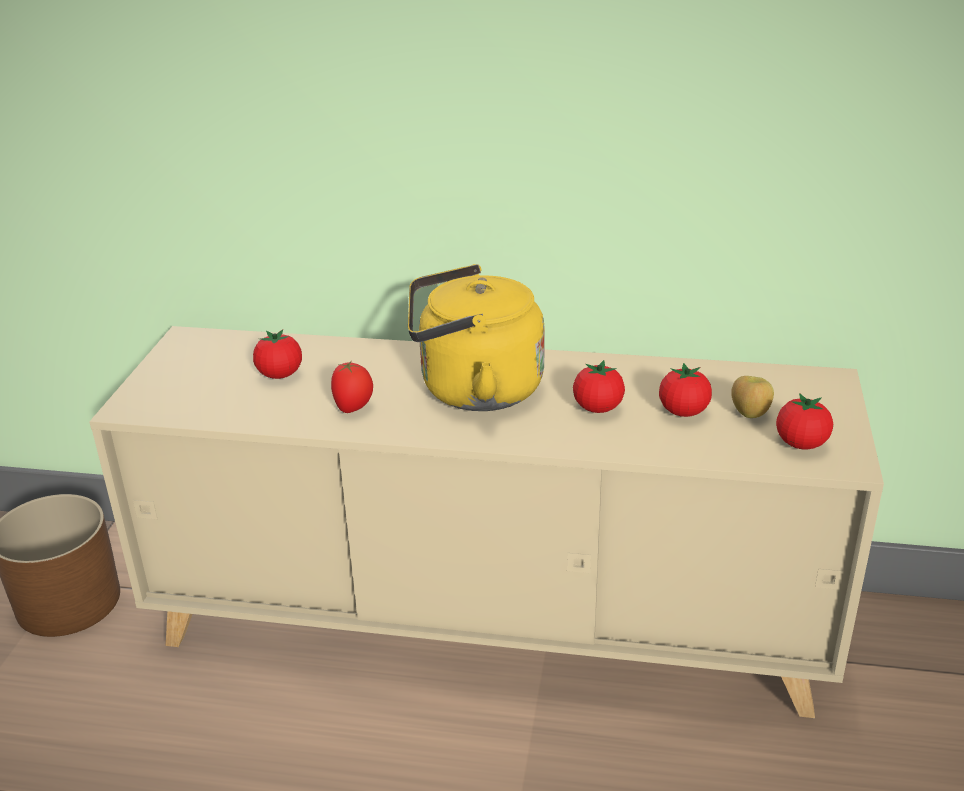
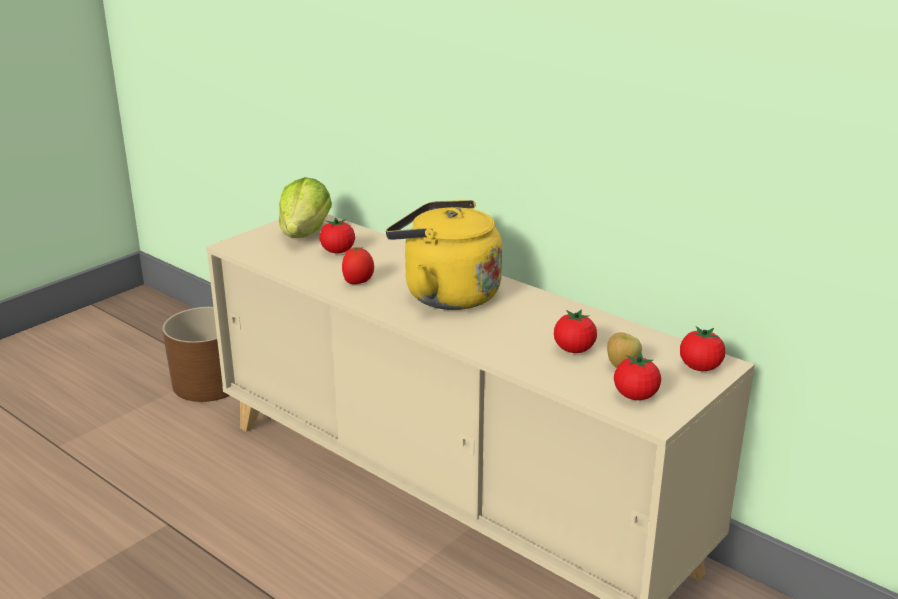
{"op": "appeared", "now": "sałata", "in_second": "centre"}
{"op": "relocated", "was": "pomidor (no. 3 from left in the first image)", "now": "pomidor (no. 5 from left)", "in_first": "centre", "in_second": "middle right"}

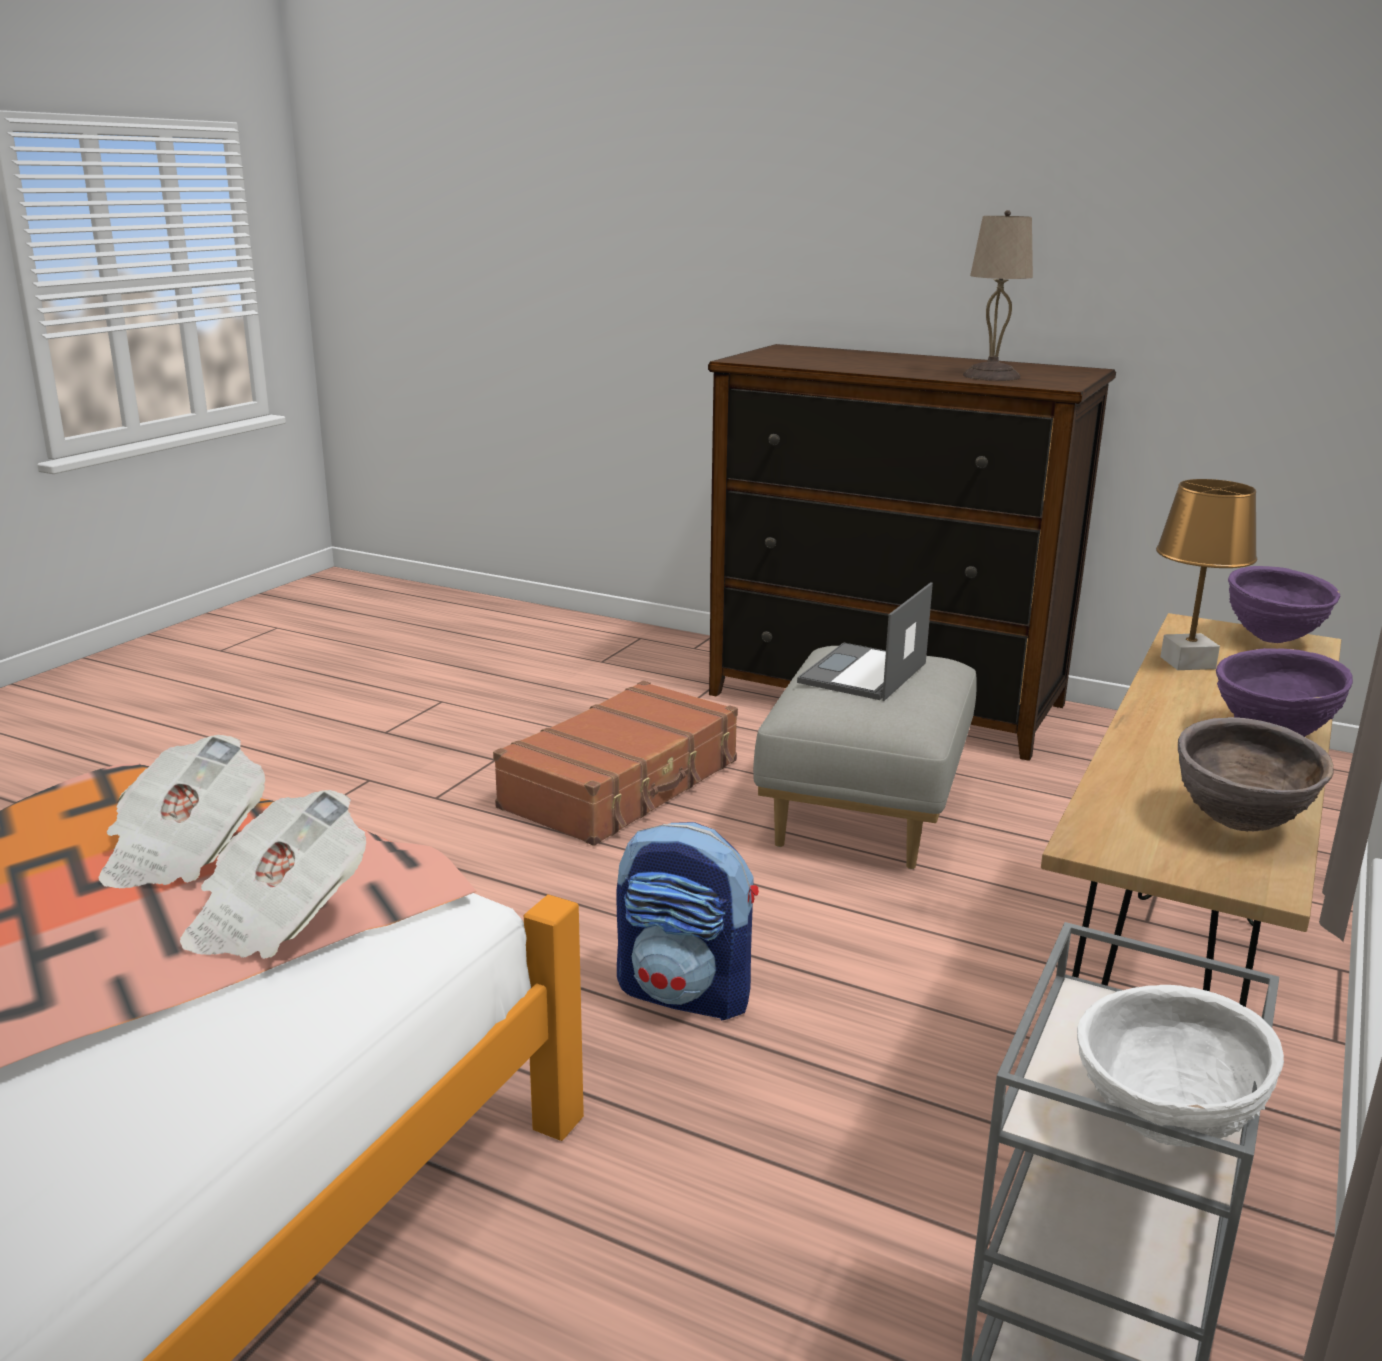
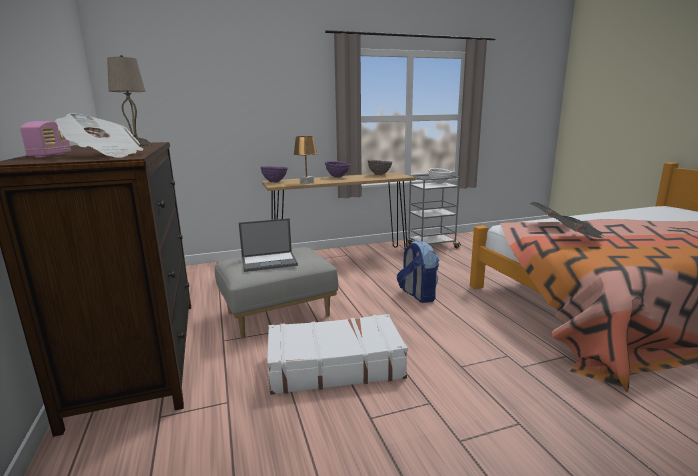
{"op": "appeared", "now": "radio", "in_second": "top left"}
{"op": "appeared", "now": "gazeta (no. 1 from left)", "in_second": "top left"}
{"op": "colour", "was": "walizka/brązowy", "now": "walizka/biały", "in_first": "centre", "in_second": "bottom centre"}

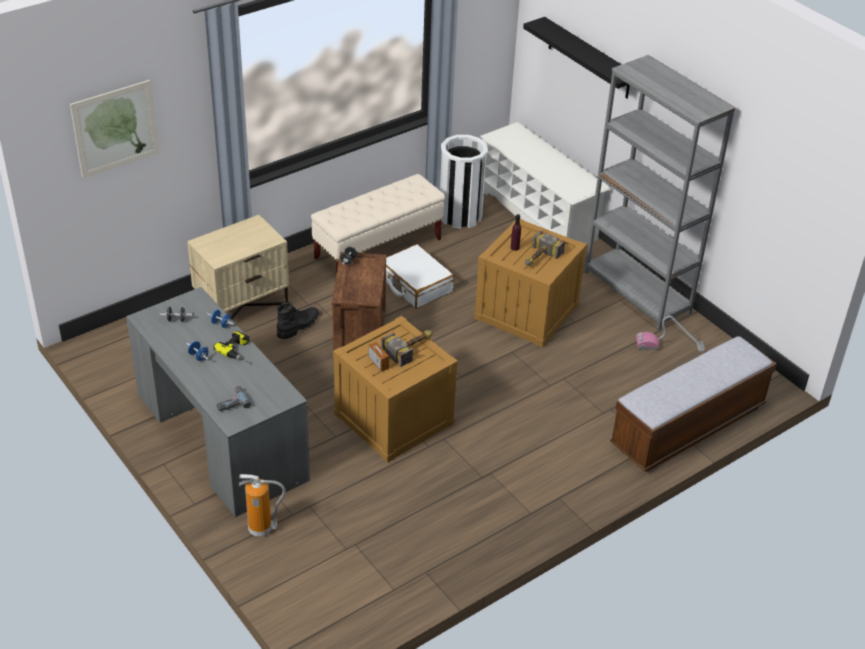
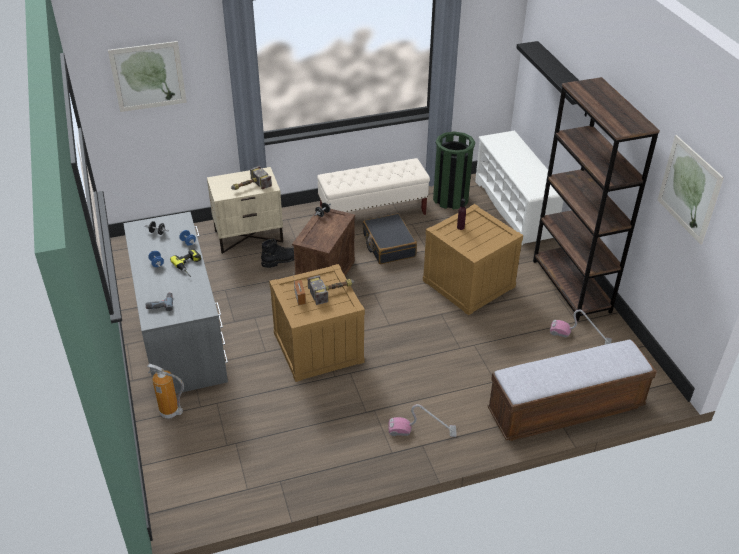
{"op": "appeared", "now": "odkurzacz (no. 1 from left)", "in_second": "bottom centre"}
{"op": "appeared", "now": "obraz (no. 2 from left)", "in_second": "middle right"}
{"op": "relocated", "was": "młotek (no. 2 from left in the first image)", "now": "młotek (no. 1 from left)", "in_first": "centre", "in_second": "top centre"}
{"op": "colour", "was": "walizka/biały", "now": "walizka/czarny", "in_first": "centre", "in_second": "centre"}
{"op": "colour", "was": "kosz na śmieci/biały", "now": "kosz na śmieci/zielony", "in_first": "top centre", "in_second": "top centre"}
{"op": "colour", "was": "regał/szary", "now": "regał/brązowy", "in_first": "top right", "in_second": "middle right"}

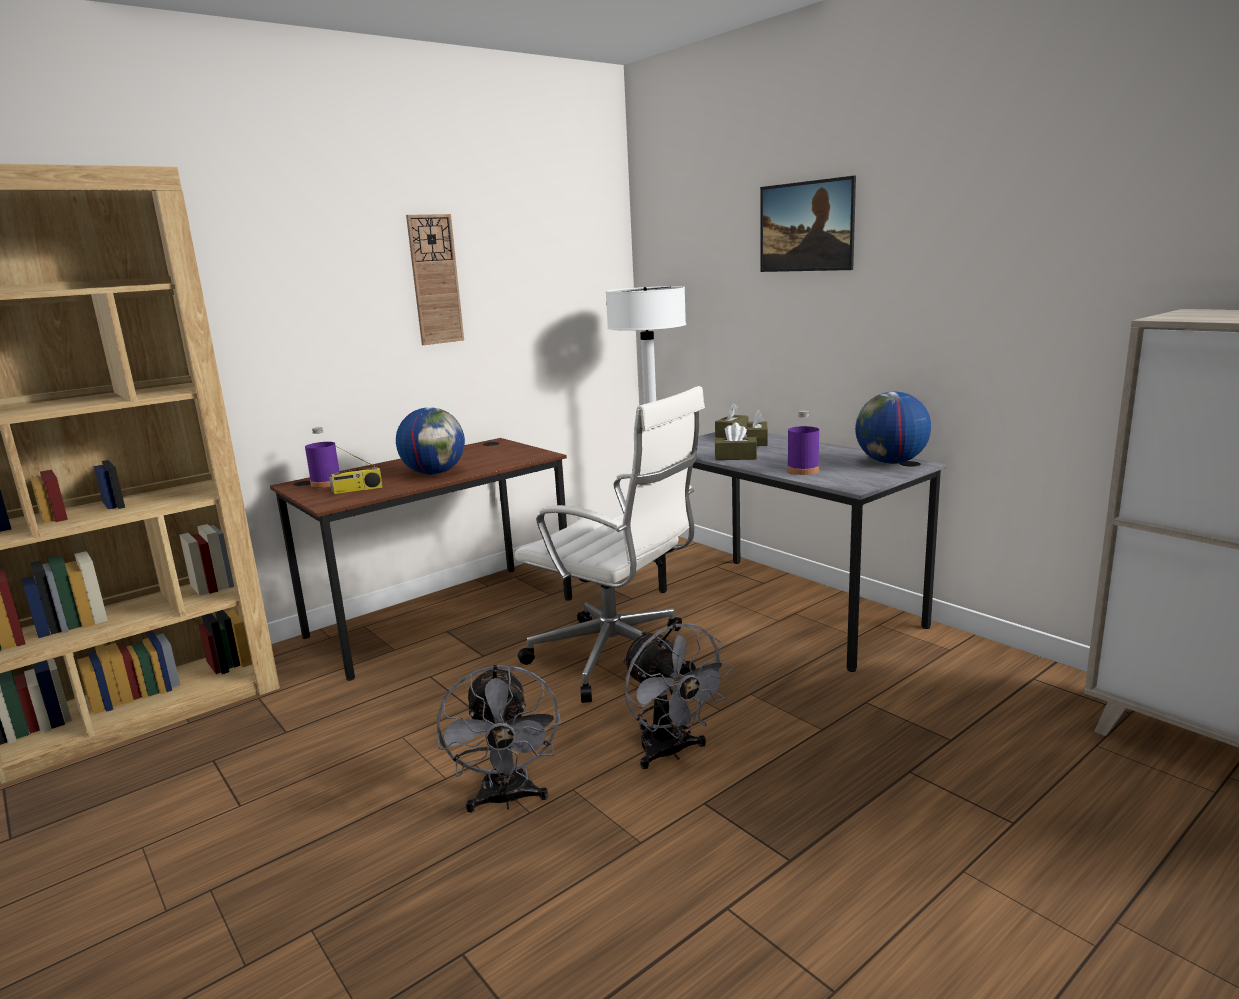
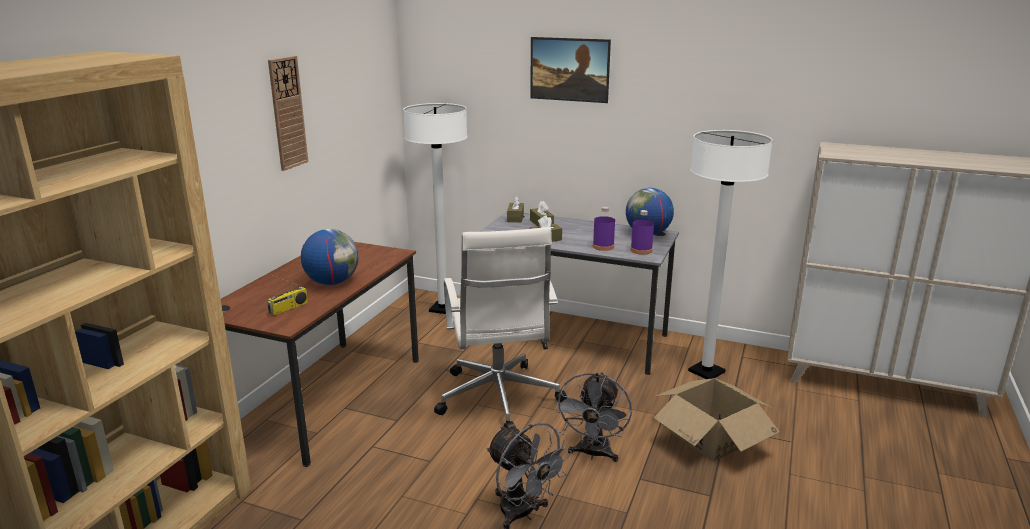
{"op": "appeared", "now": "karton", "in_second": "bottom right"}
{"op": "appeared", "now": "lampa stojąca/biały (no. 2 from left)", "in_second": "middle right"}
{"op": "relocated", "was": "butelka/fioletowy (no. 1 from left in the first image)", "now": "butelka/fioletowy (no. 2 from left)", "in_first": "middle left", "in_second": "centre"}
{"op": "spun", "was": "krzesło biurowe/biały", "in_first": "centre", "in_second": "centre", "clockwise": 75}
{"op": "spun", "was": "wentylator/szary (no. 2 from left)", "in_first": "bottom centre", "in_second": "bottom centre", "clockwise": 75}

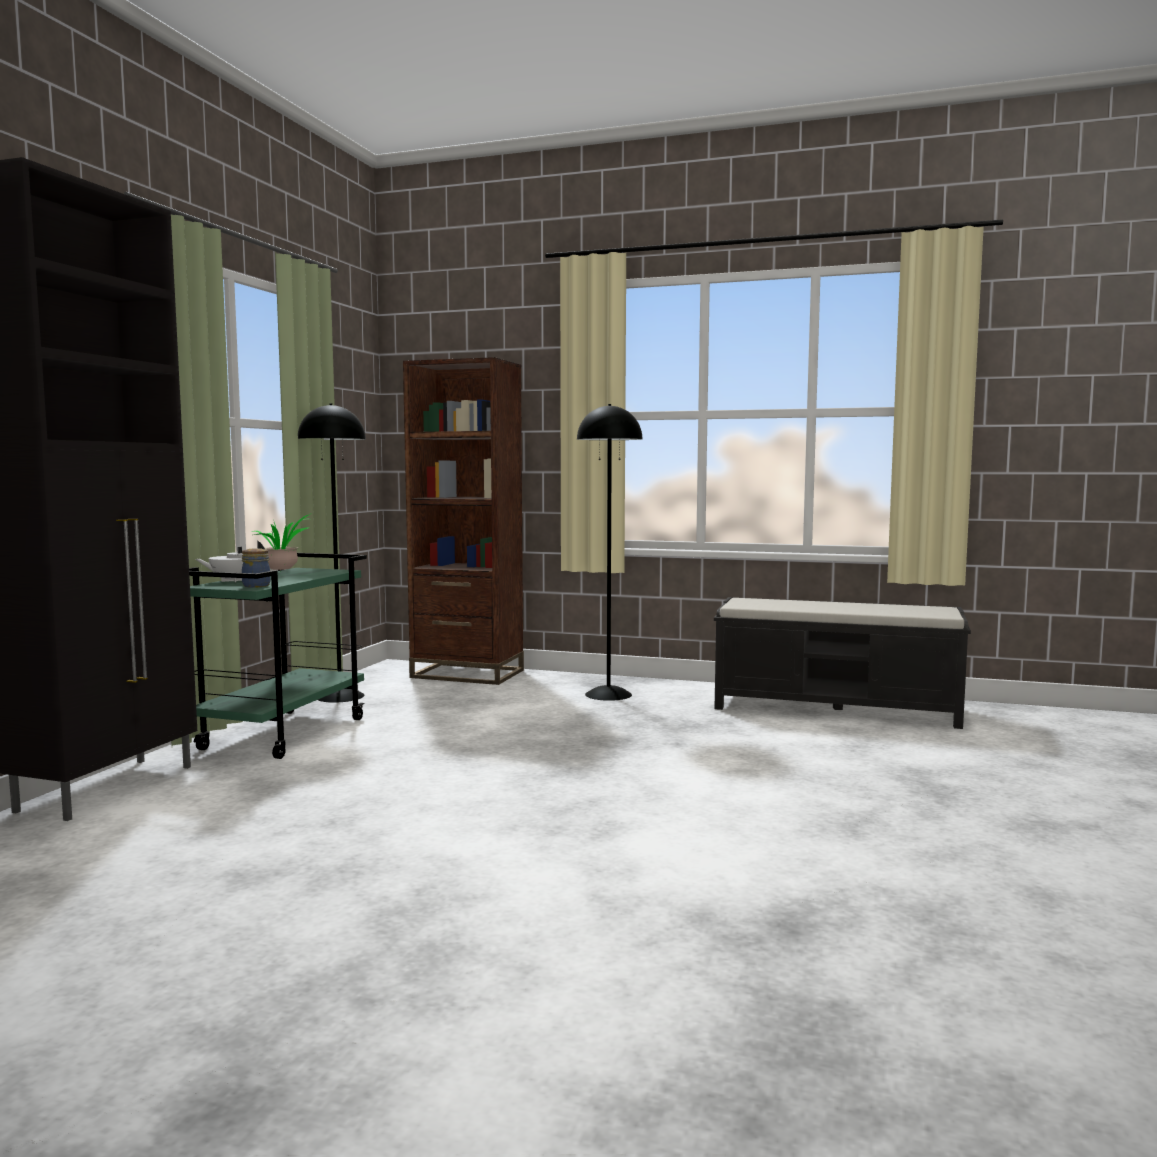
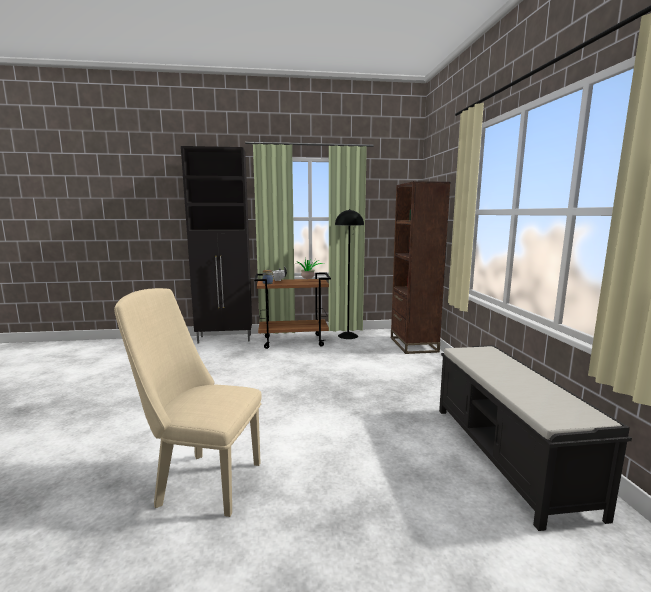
{"op": "missing", "was": "lampa stojąca/czarny (no. 2 from left)", "in_first": "centre"}
{"op": "appeared", "now": "krzesło/beżowy", "in_second": "bottom left"}
{"op": "colour", "was": "wózek/zielony", "now": "wózek/brązowy", "in_first": "middle left", "in_second": "centre"}

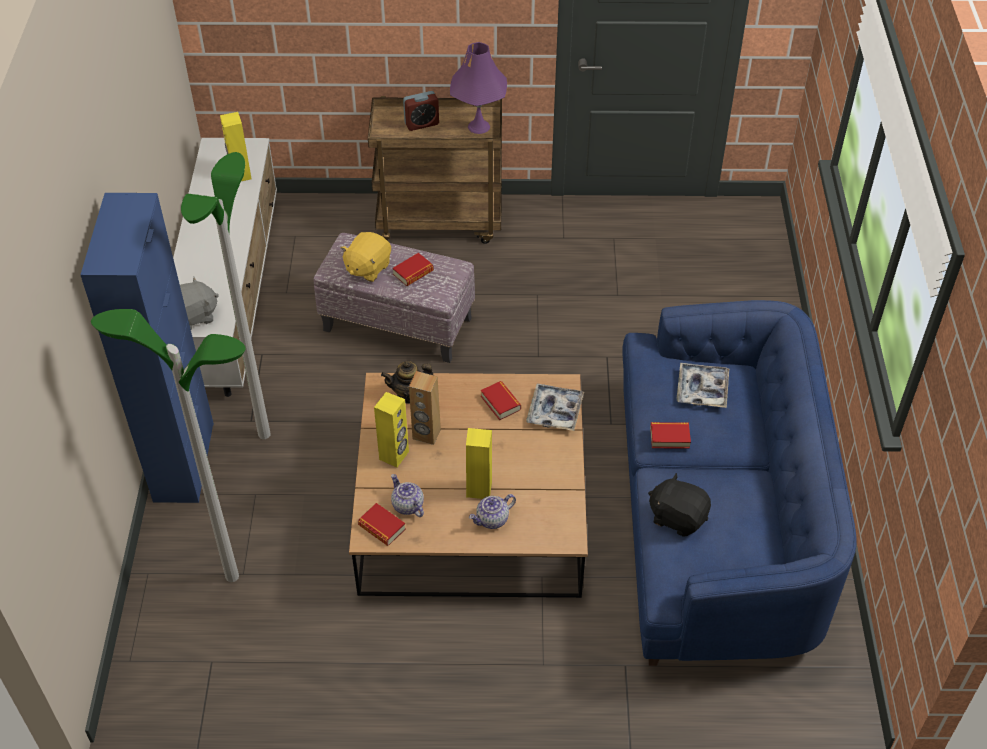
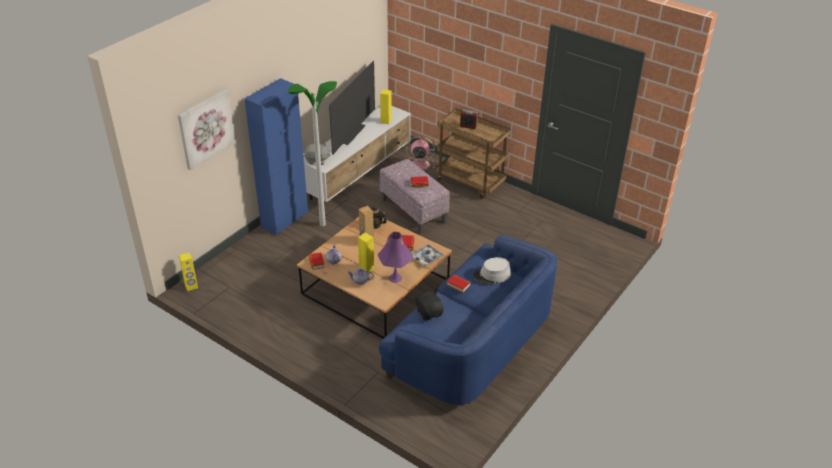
{"op": "missing", "was": "lampa stojąca (no. 1 from left)", "in_first": "middle left"}
{"op": "missing", "was": "pluszak/żółty", "in_first": "centre"}
{"op": "appeared", "now": "obraz", "in_second": "top left"}
{"op": "appeared", "now": "telewizor", "in_second": "top centre"}
{"op": "appeared", "now": "wentylator/różowy", "in_second": "top centre"}
{"op": "relocated", "was": "głośnik/żółty (no. 2 from left in the first image)", "now": "głośnik/żółty (no. 1 from left)", "in_first": "centre", "in_second": "middle left"}
{"op": "relocated", "was": "lampa stołowa/fioletowy", "in_first": "top centre", "in_second": "centre"}
{"op": "exchanged", "was": "taca (no. 2 from left)", "now": "kapelusz/szary", "in_first": "middle right", "in_second": "centre"}

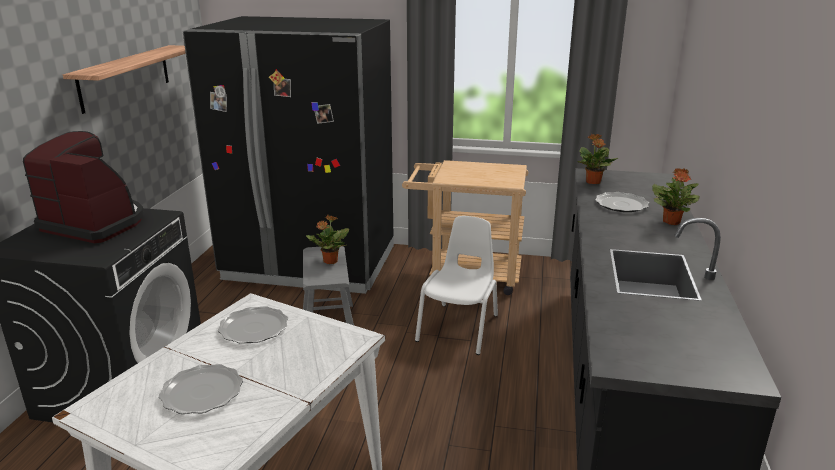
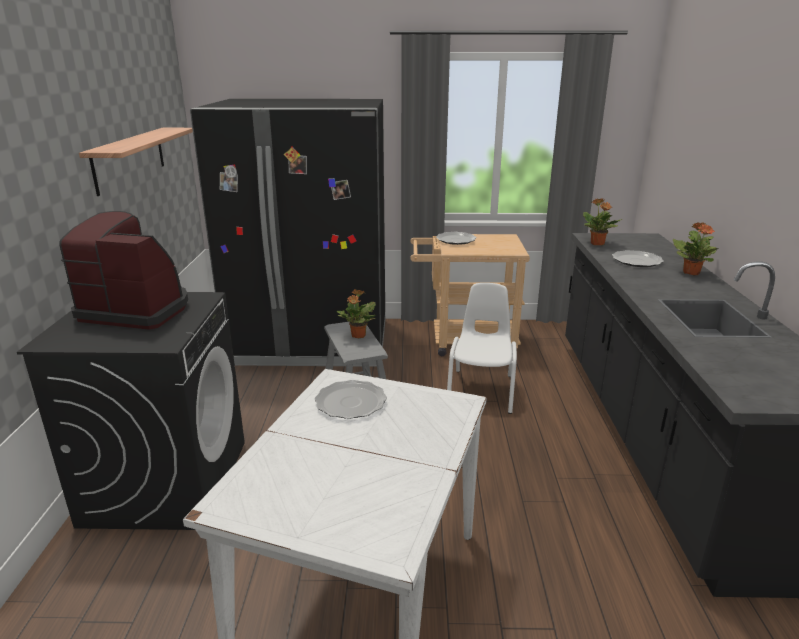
{"op": "relocated", "was": "talerz (no. 1 from left in the first image)", "now": "talerz (no. 2 from left)", "in_first": "bottom left", "in_second": "centre"}

